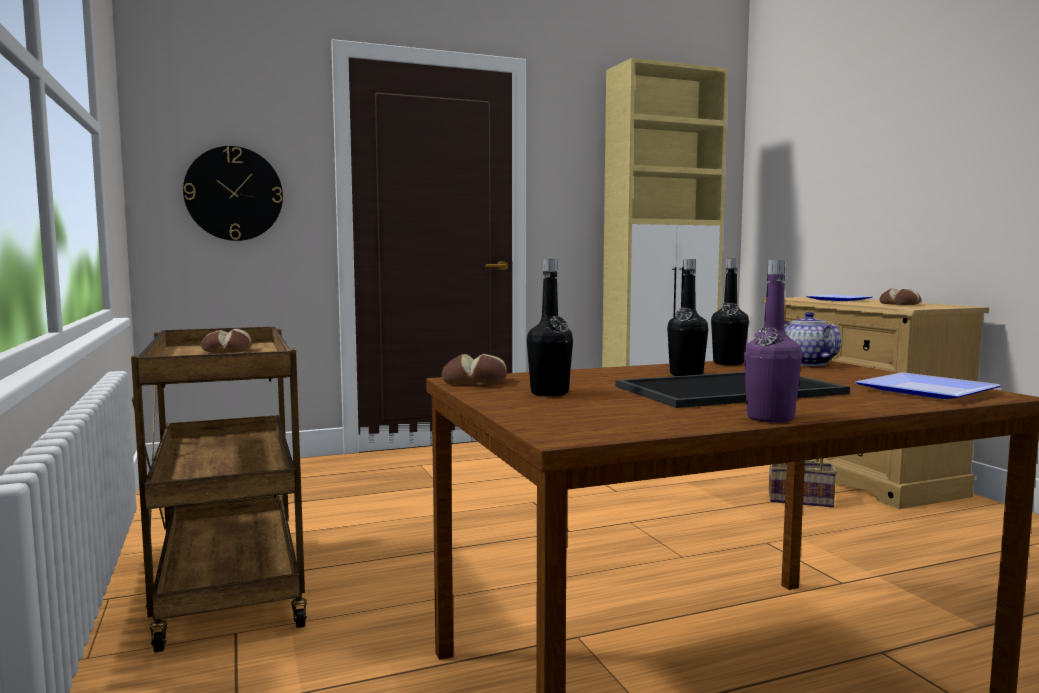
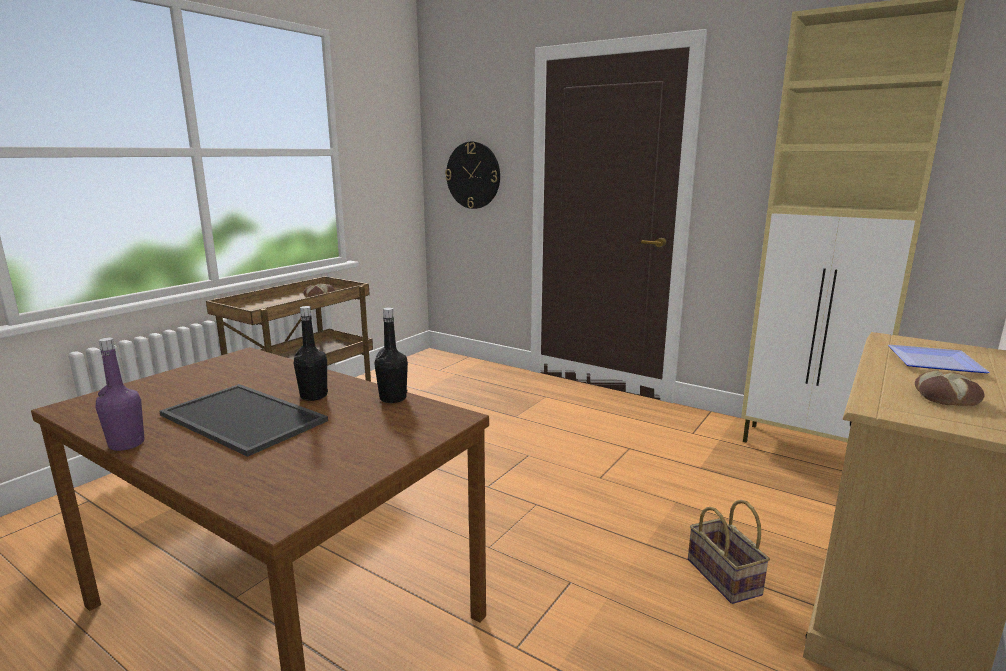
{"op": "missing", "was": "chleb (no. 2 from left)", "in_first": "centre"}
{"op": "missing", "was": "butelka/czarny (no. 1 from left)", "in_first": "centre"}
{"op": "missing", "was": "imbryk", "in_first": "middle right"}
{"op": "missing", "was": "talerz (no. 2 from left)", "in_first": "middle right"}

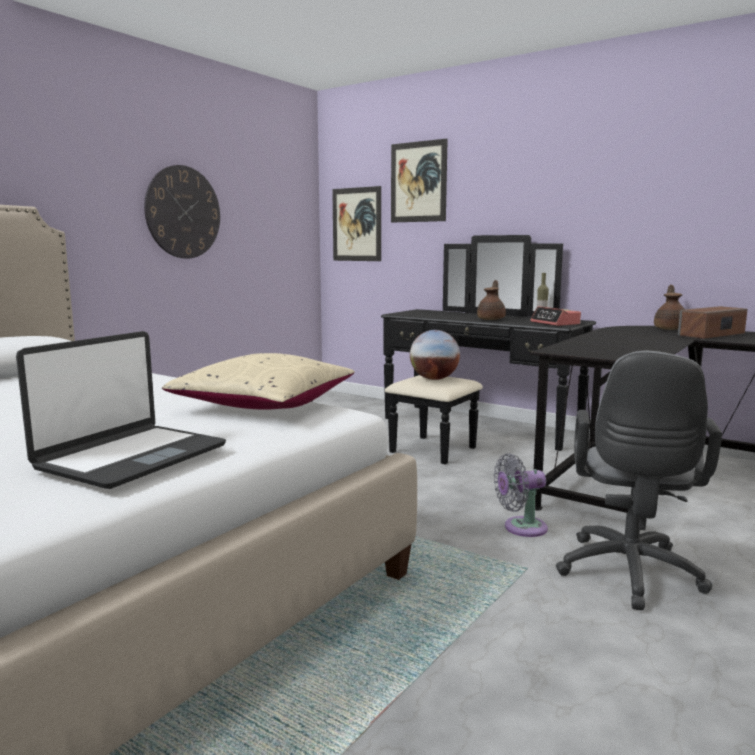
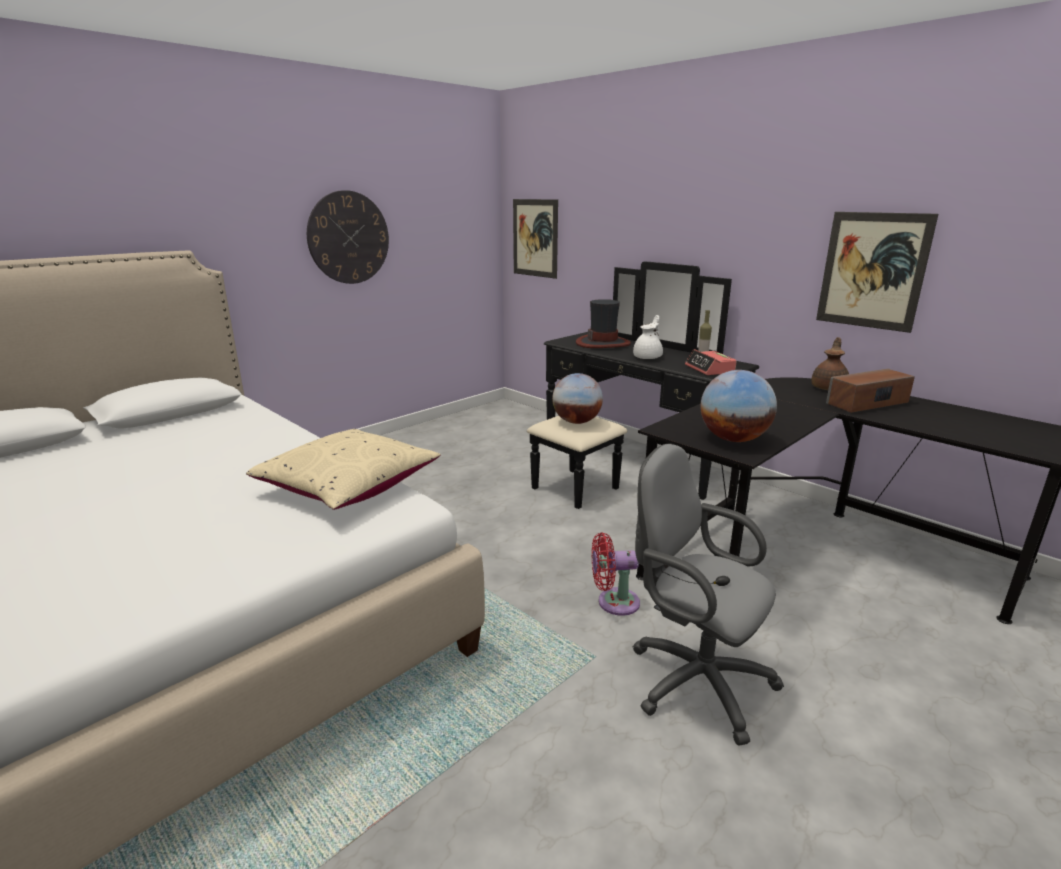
{"op": "missing", "was": "laptop", "in_first": "middle left"}
{"op": "appeared", "now": "kapelusz", "in_second": "centre"}
{"op": "appeared", "now": "globus (no. 2 from left)", "in_second": "middle right"}
{"op": "relocated", "was": "obraz (no. 2 from left)", "in_first": "top centre", "in_second": "top right"}
{"op": "colour", "was": "imbryk/brązowy (no. 1 from left)", "now": "imbryk/biały", "in_first": "centre", "in_second": "centre"}
{"op": "colour", "was": "wentylator/szary", "now": "wentylator/czerwony", "in_first": "middle right", "in_second": "centre"}
{"op": "spun", "was": "krzesło biurowe/szary", "in_first": "middle right", "in_second": "bottom right", "clockwise": 105}

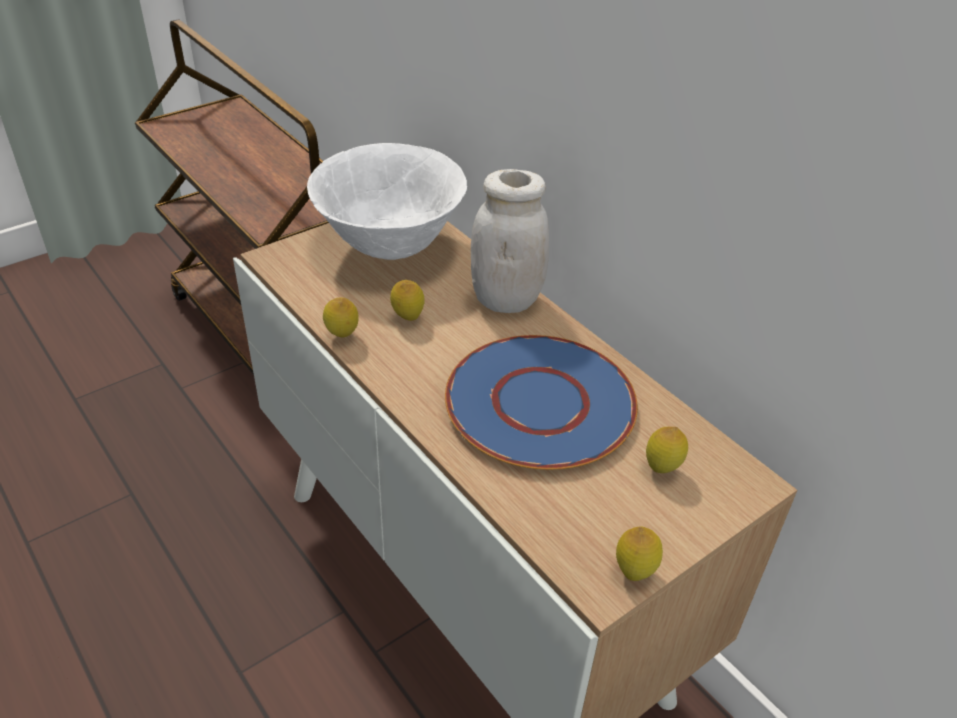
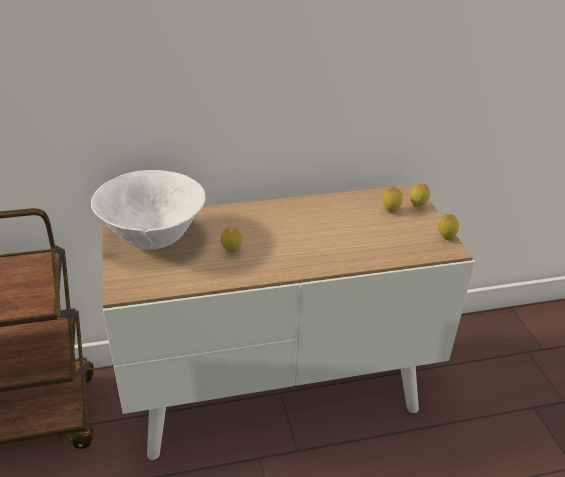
{"op": "missing", "was": "talerz/niebieski", "in_first": "centre"}
{"op": "missing", "was": "słoik/biały", "in_first": "centre"}
{"op": "relocated", "was": "cytryna (no. 1 from left in the first image)", "now": "cytryna (no. 3 from left)", "in_first": "centre", "in_second": "middle right"}

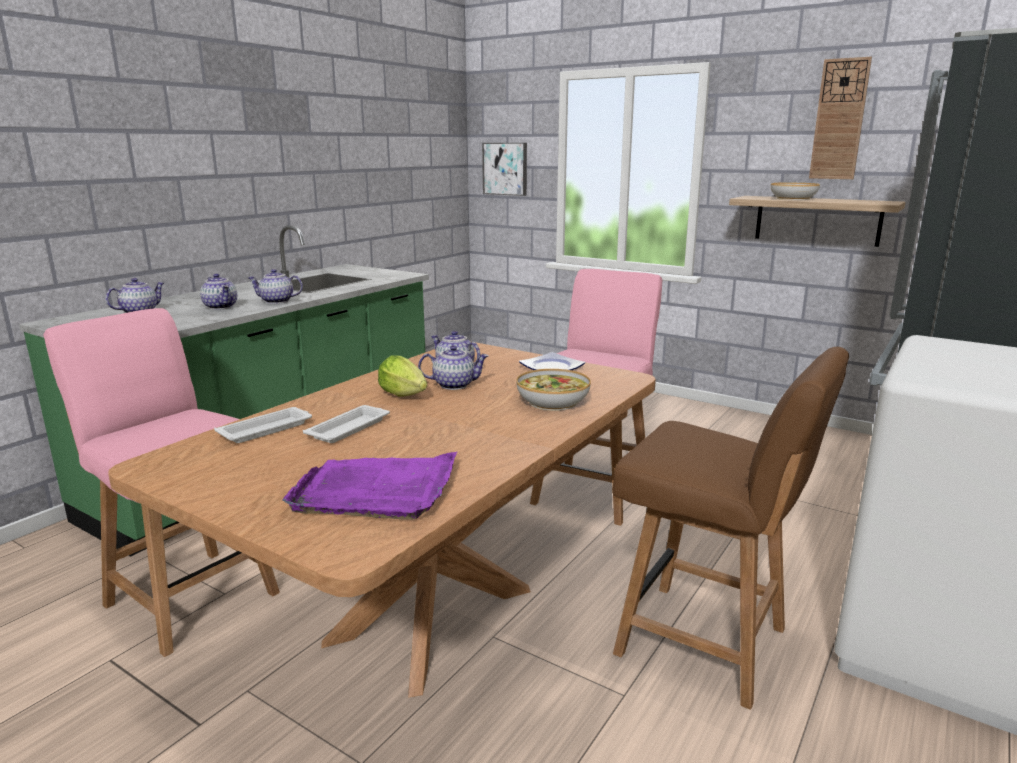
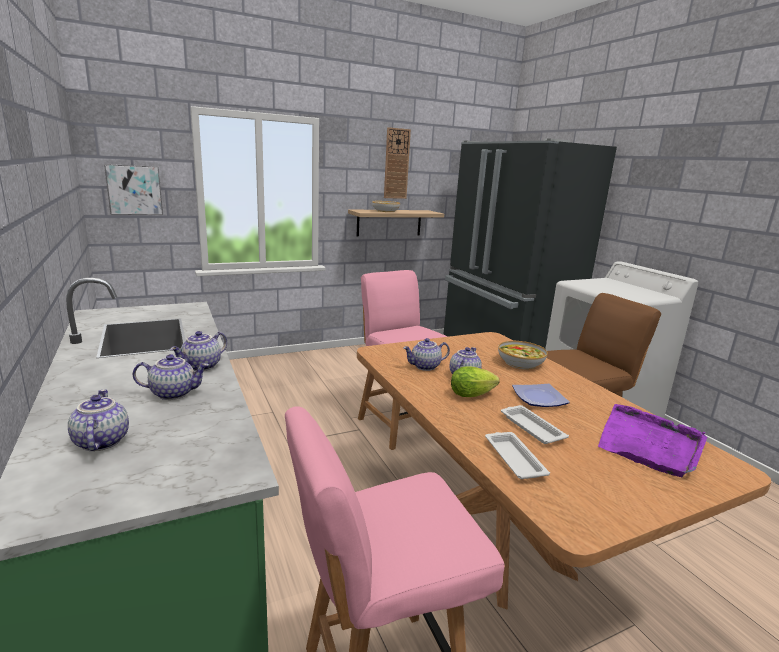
{"op": "relocated", "was": "talerz", "in_first": "centre", "in_second": "middle right"}

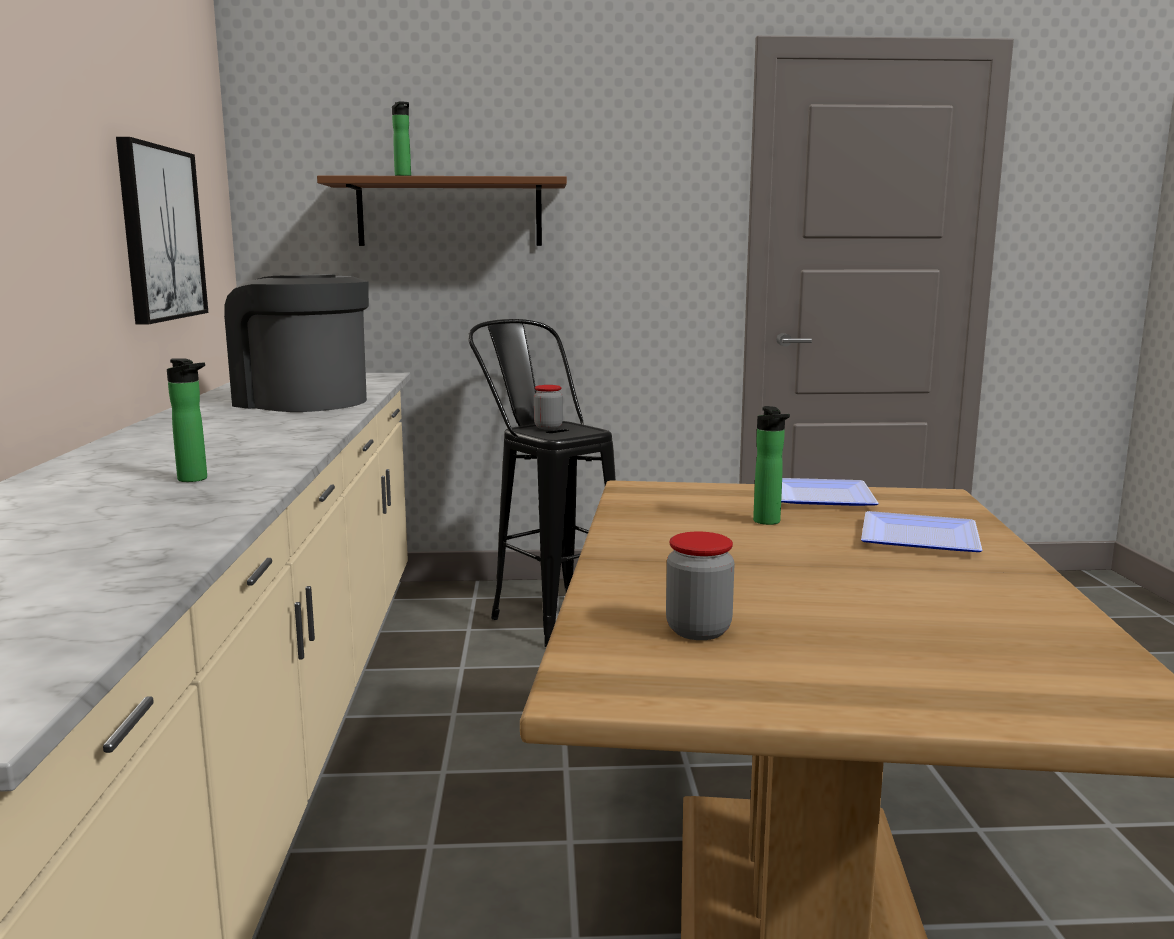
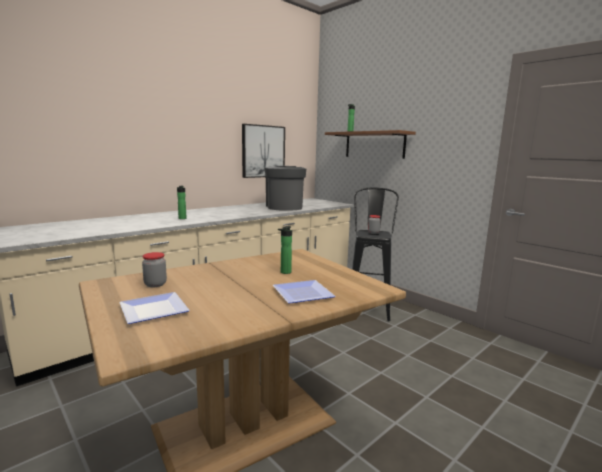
{"op": "relocated", "was": "talerz (no. 1 from left)", "in_first": "middle right", "in_second": "middle left"}

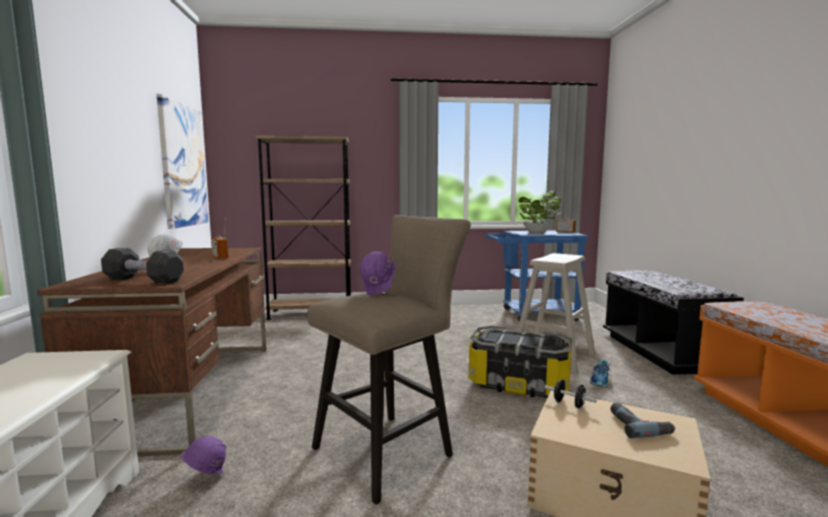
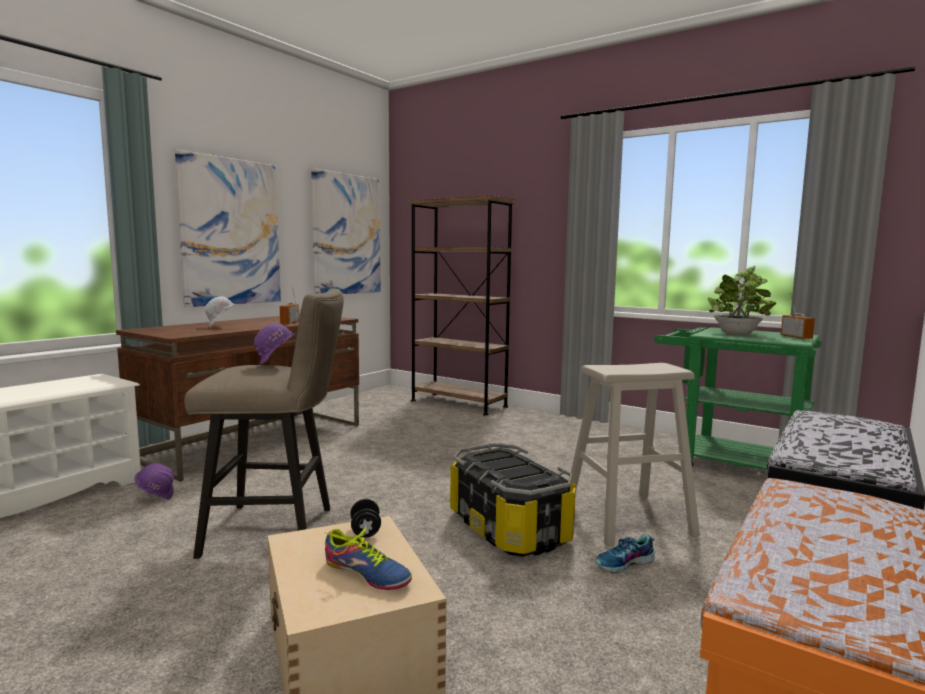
{"op": "missing", "was": "hantel/czarny (no. 1 from left)", "in_first": "middle left"}
{"op": "appeared", "now": "obraz (no. 1 from left)", "in_second": "top left"}
{"op": "exchanged", "was": "wiertarka", "now": "but (no. 1 from left)", "in_first": "bottom right", "in_second": "bottom centre"}
{"op": "colour", "was": "wózek/niebieski", "now": "wózek/zielony", "in_first": "centre", "in_second": "middle right"}

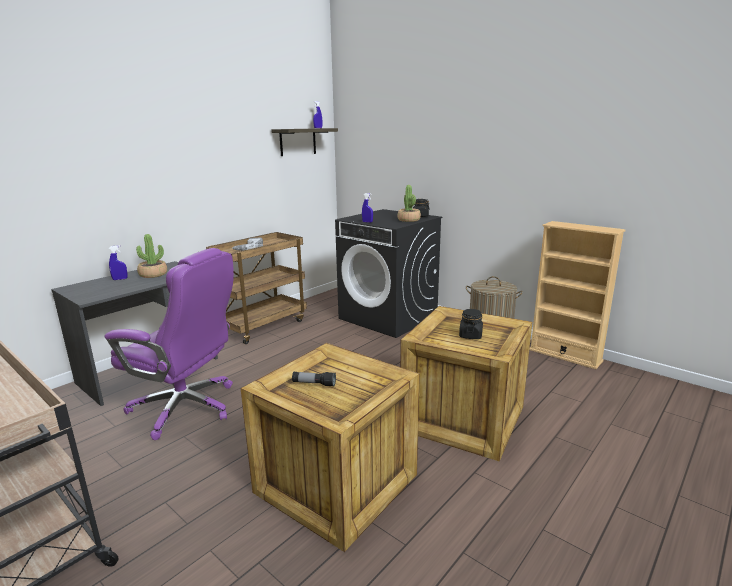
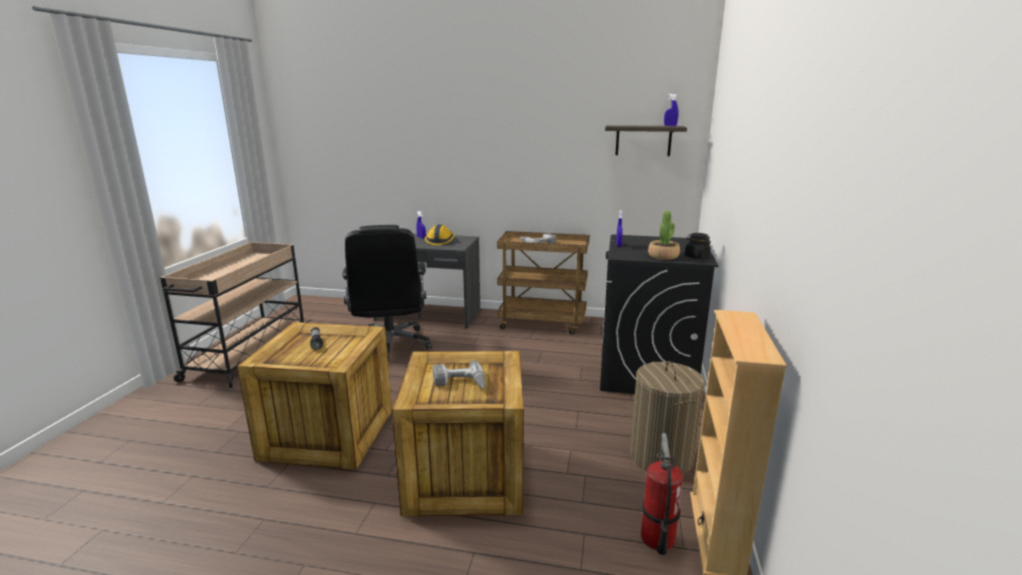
{"op": "appeared", "now": "gaśnica", "in_second": "bottom centre"}
{"op": "exchanged", "was": "roślina doniczkowa (no. 1 from left)", "now": "kask", "in_first": "middle left", "in_second": "centre"}
{"op": "exchanged", "was": "słoik/czarny (no. 2 from left)", "now": "wiertarka (no. 1 from left)", "in_first": "centre", "in_second": "centre"}
{"op": "colour", "was": "krzesło biurowe/fioletowy", "now": "krzesło biurowe/czarny", "in_first": "middle left", "in_second": "centre"}

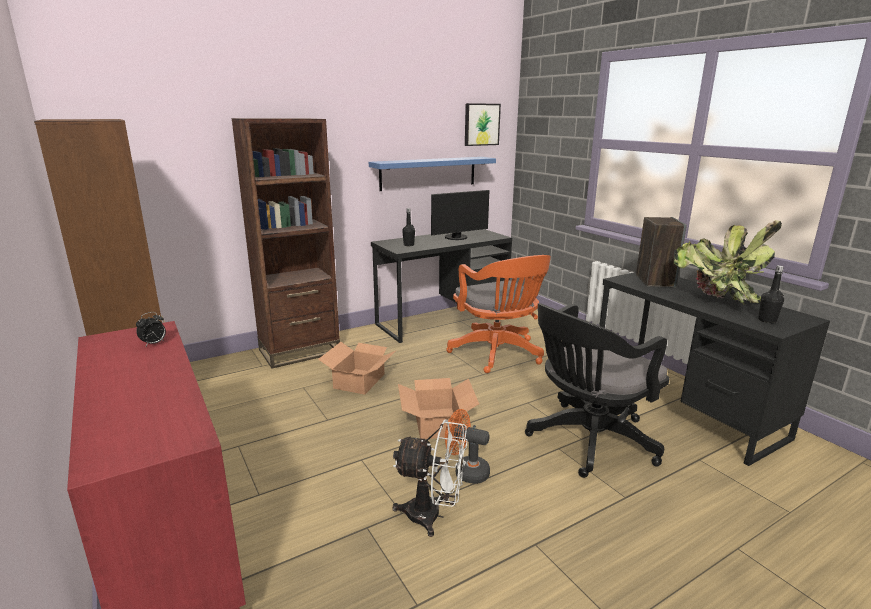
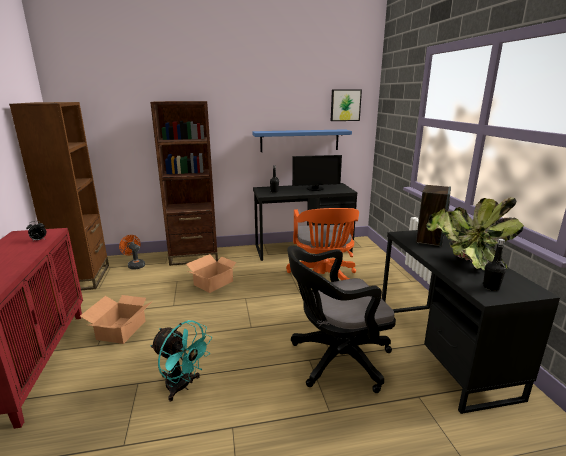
{"op": "relocated", "was": "karton (no. 2 from left in the first image)", "now": "karton (no. 1 from left)", "in_first": "bottom centre", "in_second": "bottom left"}
{"op": "relocated", "was": "wentylator/pomarańczowy", "in_first": "bottom centre", "in_second": "middle left"}
{"op": "colour", "was": "wentylator/biały", "now": "wentylator/turkusowy", "in_first": "bottom centre", "in_second": "bottom left"}

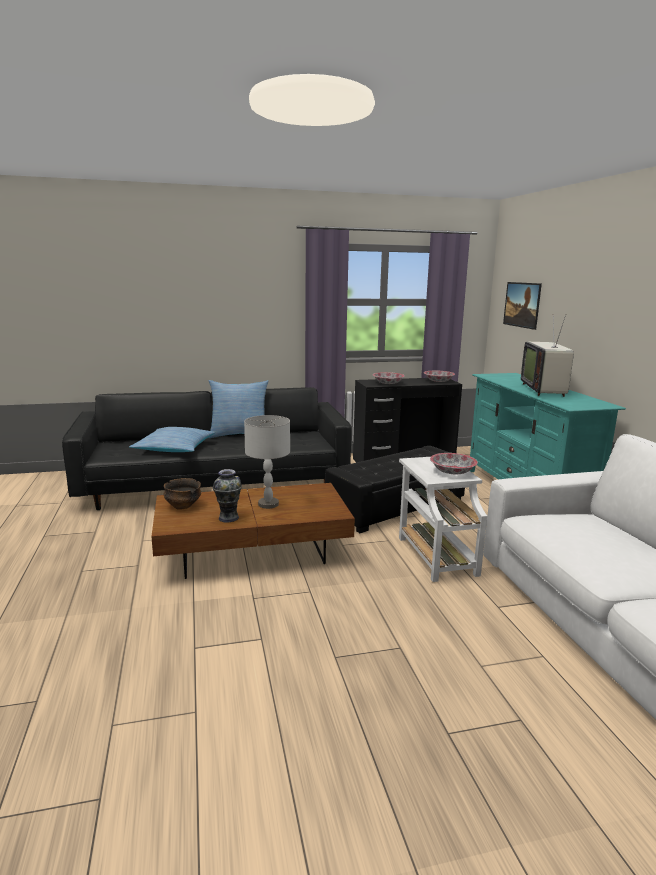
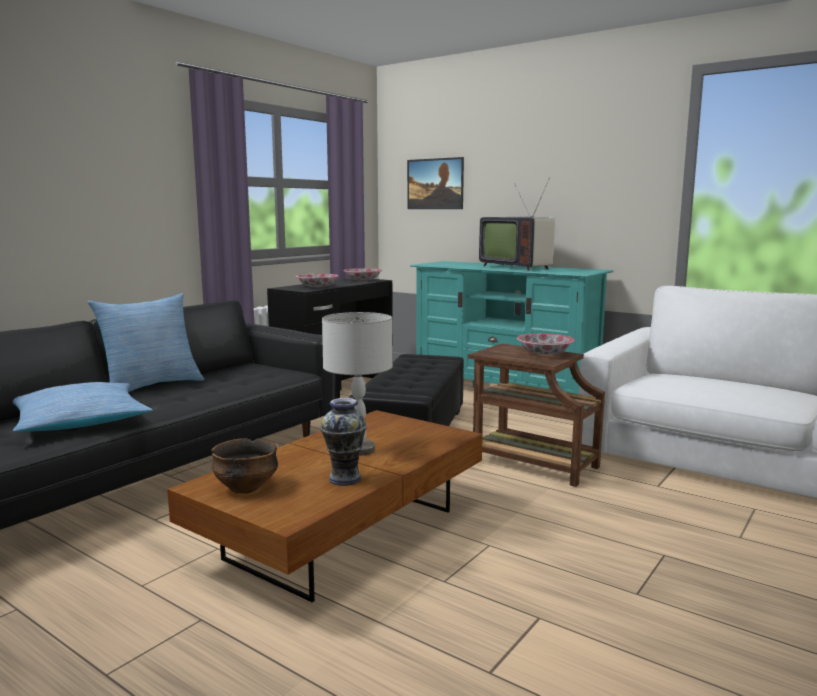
{"op": "colour", "was": "stolik/biały", "now": "stolik/brązowy", "in_first": "middle right", "in_second": "centre"}

